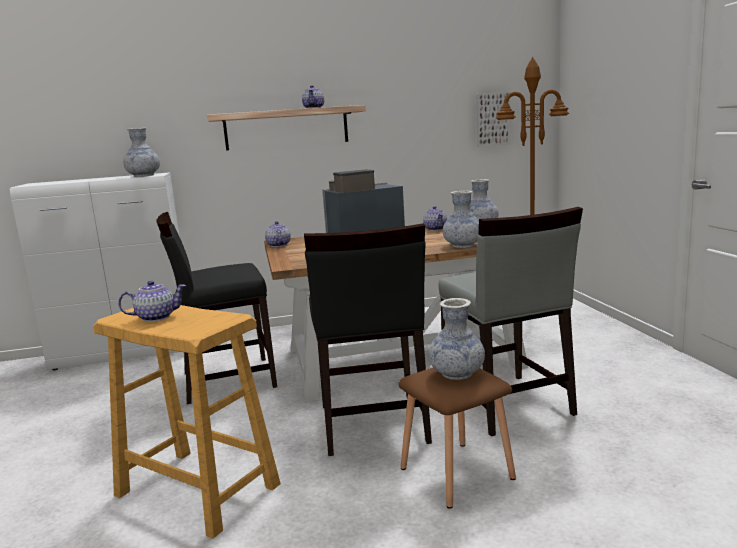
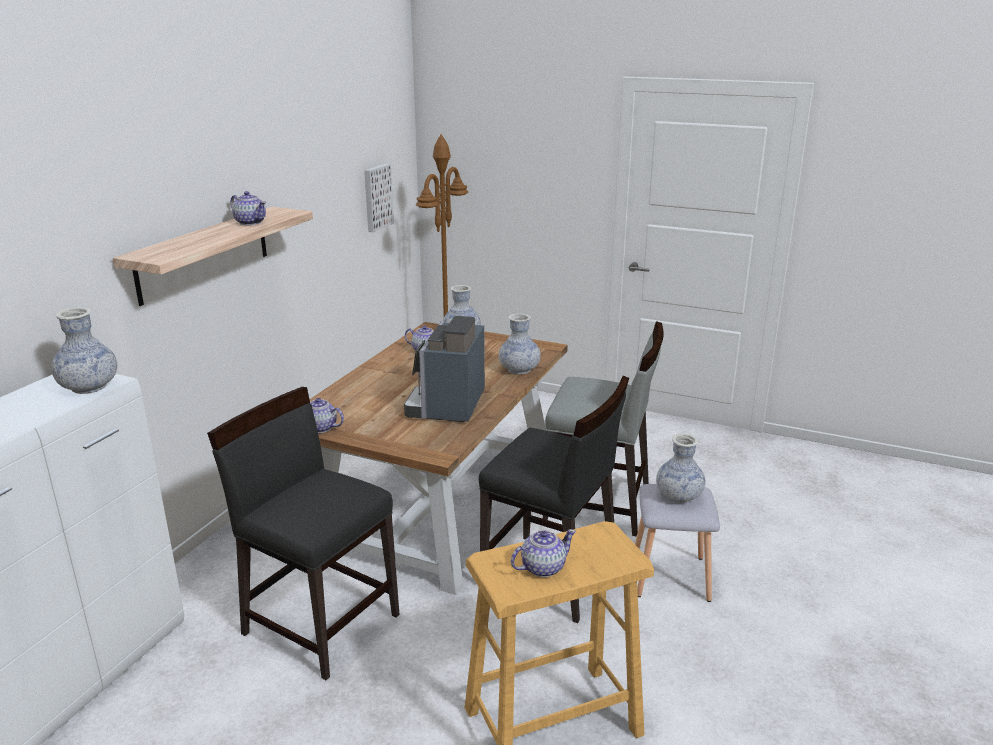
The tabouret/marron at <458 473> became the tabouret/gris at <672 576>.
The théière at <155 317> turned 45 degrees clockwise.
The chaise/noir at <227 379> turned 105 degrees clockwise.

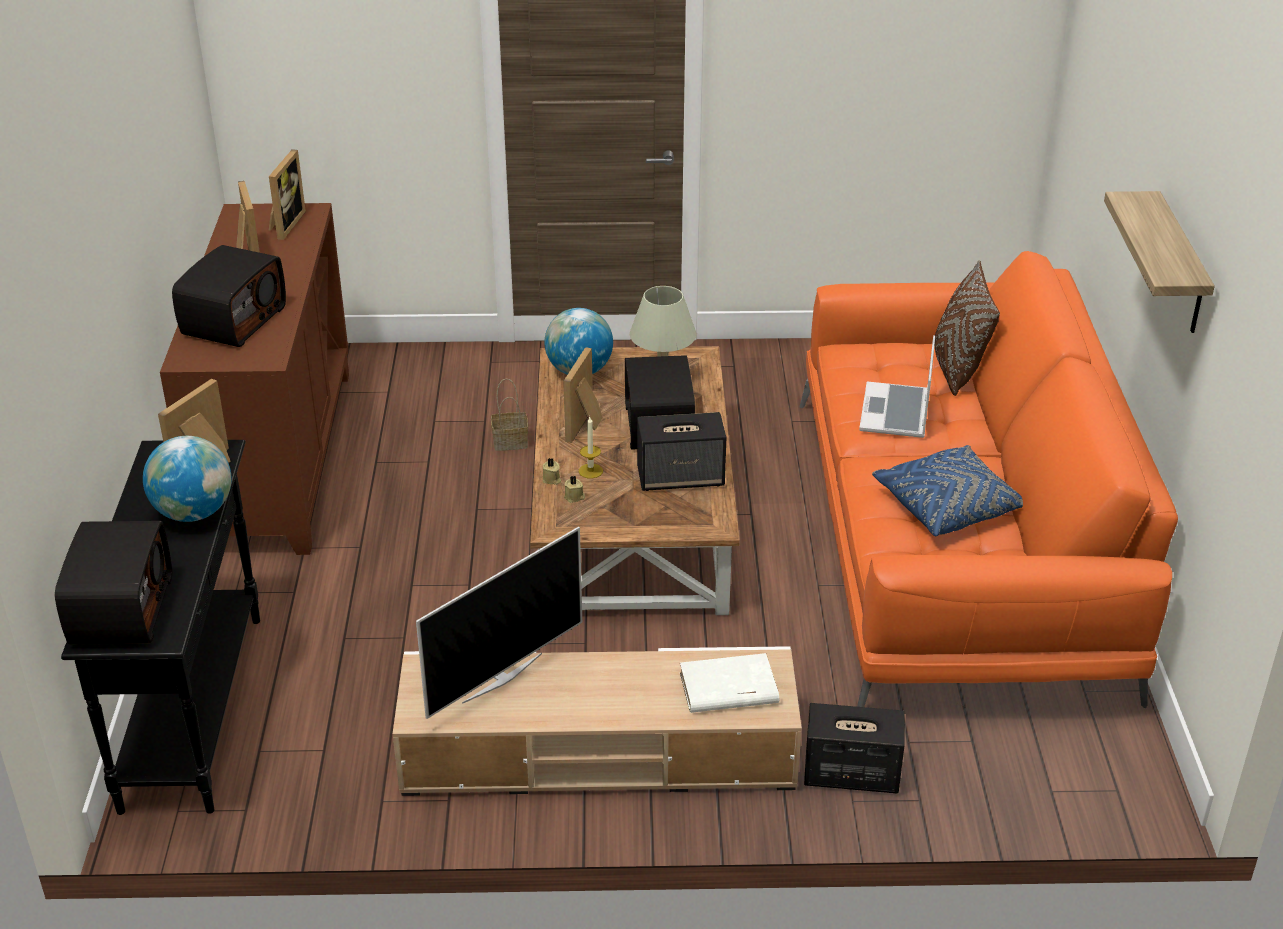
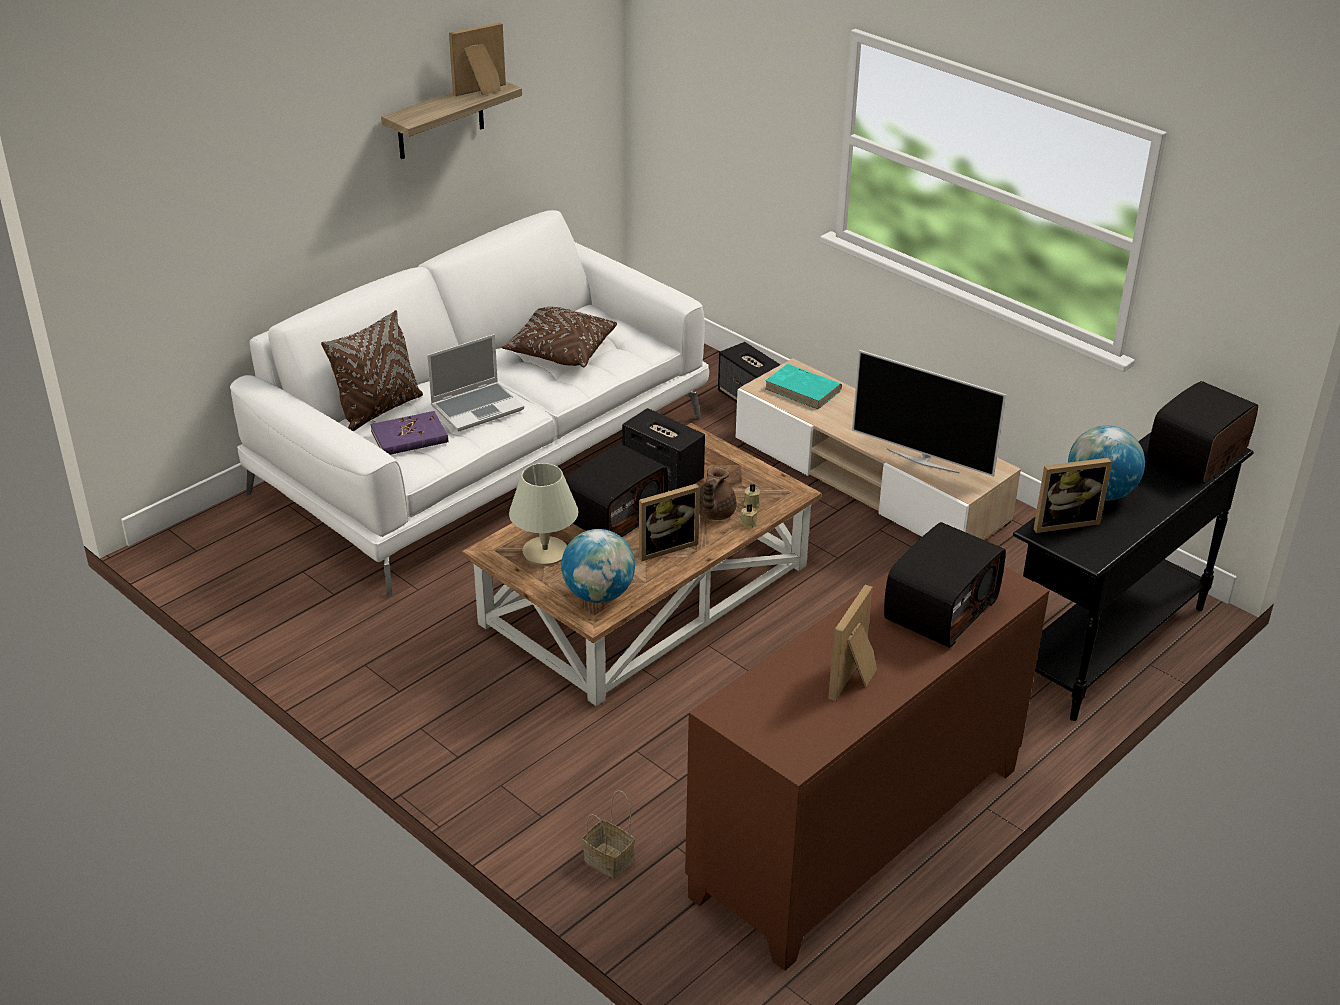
The livre/violet at <409 437> appeared.
The cadre photo moved from <284 224> to <482 91>.
The panier moved from <509 443> to <610 860>.
The bougie at <590 471> was replaced by the théière/marron at <713 513>.
The livre/blanc at <727 689> became the livre/turquoise at <803 390>.
The canapé/orange at <955 543> became the canapé/blanc at <486 454>.
The coussin/bleu at <948 506> became the coussin/marron at <560 351>.
The radio at <233 320> turned 150 degrees clockwise.
The téléviseur at <501 677> turned 150 degrees counterclockwise.

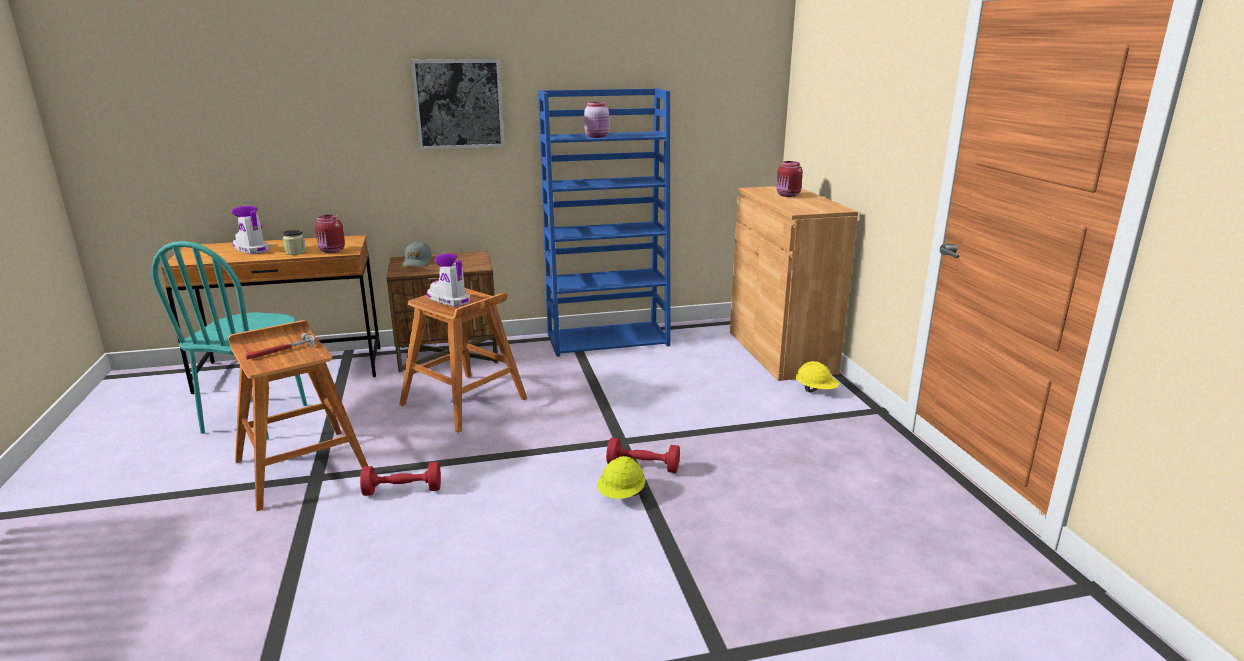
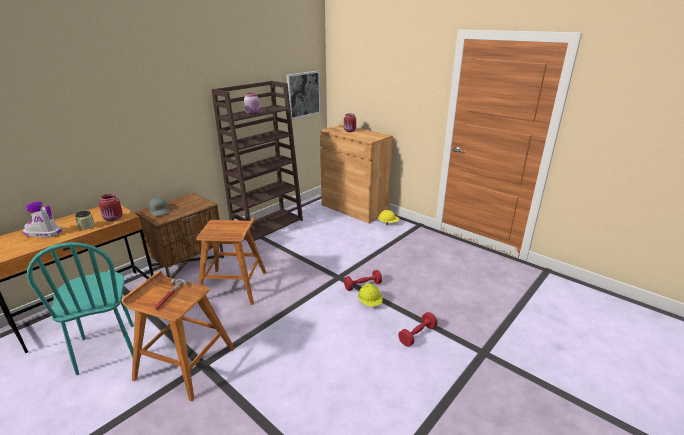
The botte at <448 300> disappeared.
The haltère/rouge moved from <402 490> to <417 335>.
The tableau moved from <459 104> to <303 94>.
The bibliothèque/bleu at <608 339> became the bibliothèque/marron at <268 225>.

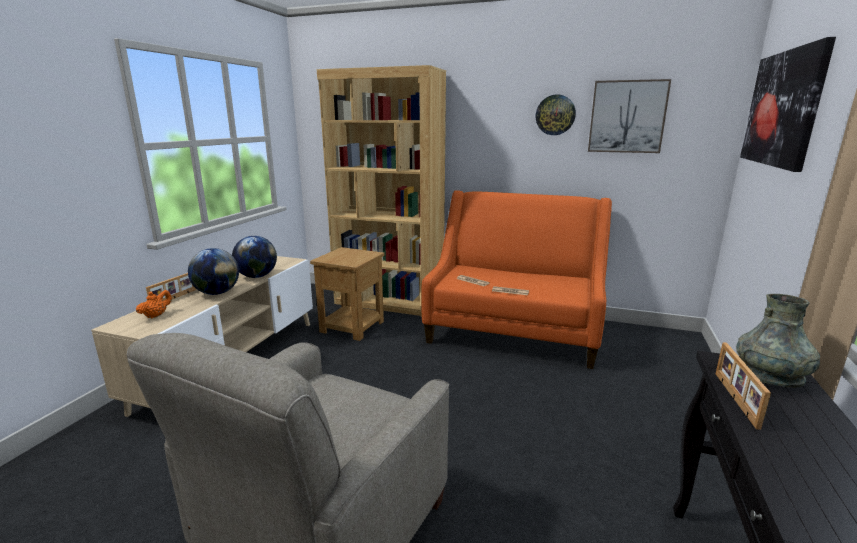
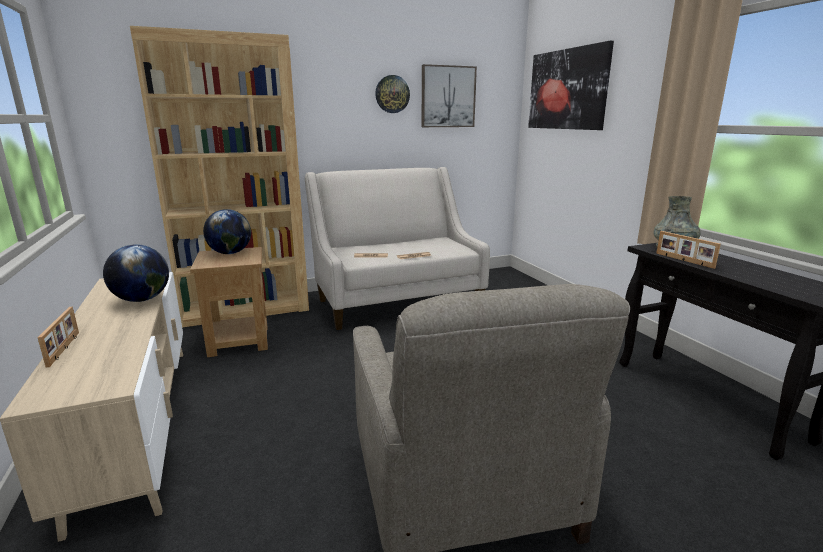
The théière/orange at <156 315> disappeared.
The globe moved from <217 293> to <230 253>.
The canapé/orange at <513 332> became the canapé/beige at <396 300>.

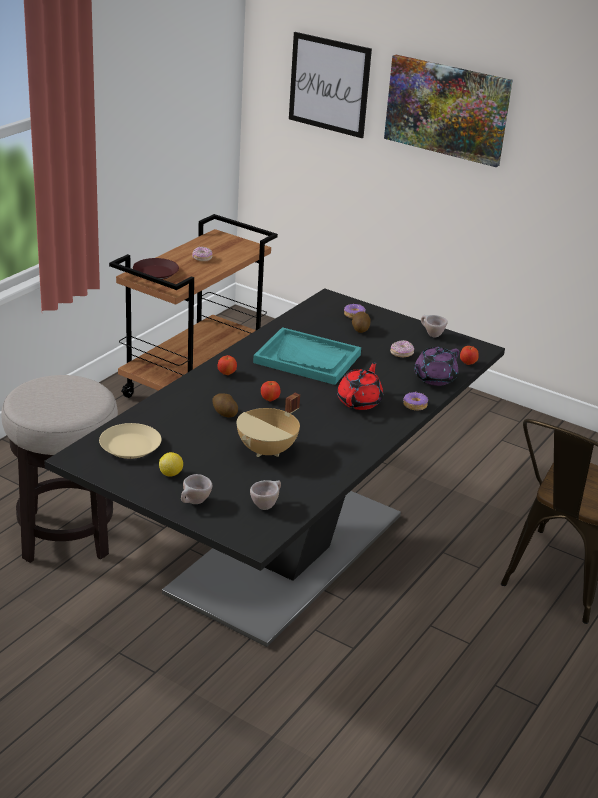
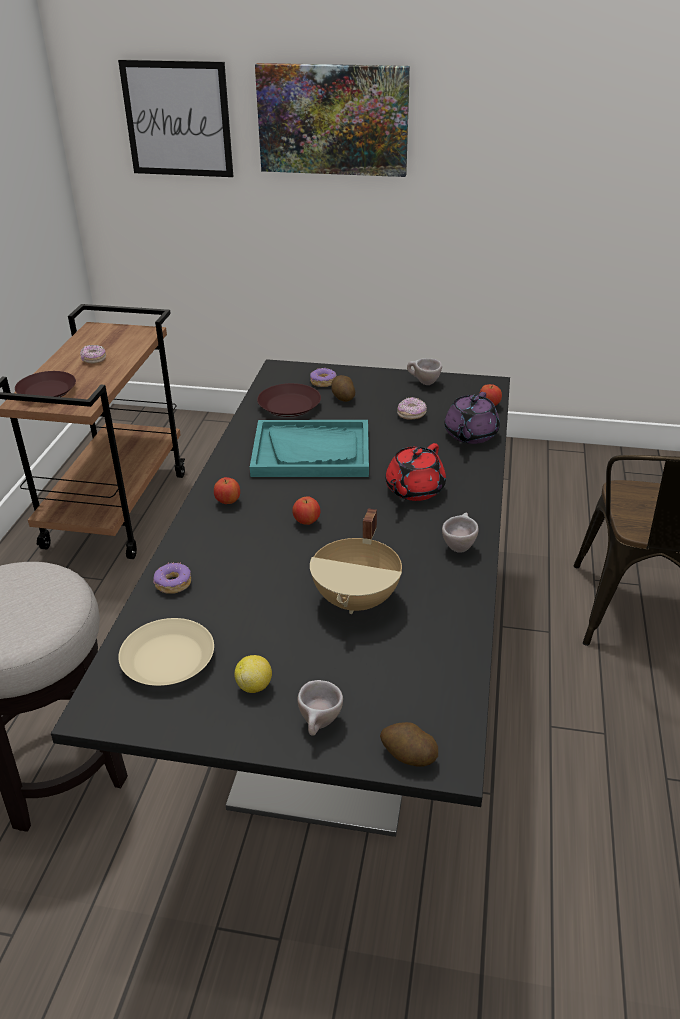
The assiette/marron at <288 406> appeared.
The pomme de terre moved from <224 413> to <408 755>.
The tasse/beige moved from <266 505> to <459 545>.
The beignet moved from <414 405> to <173 583>.
The théière/rouge at <360 401> turned 150 degrees counterclockwise.

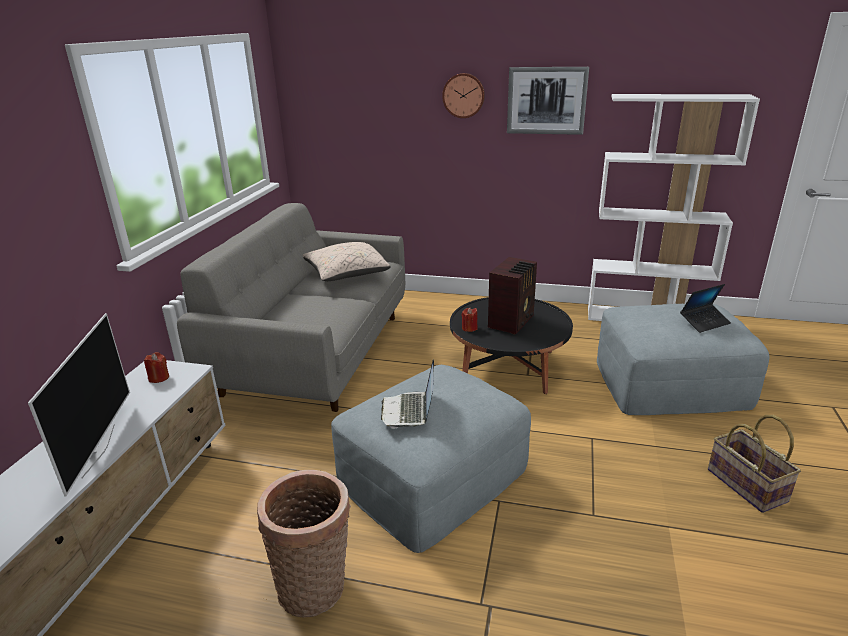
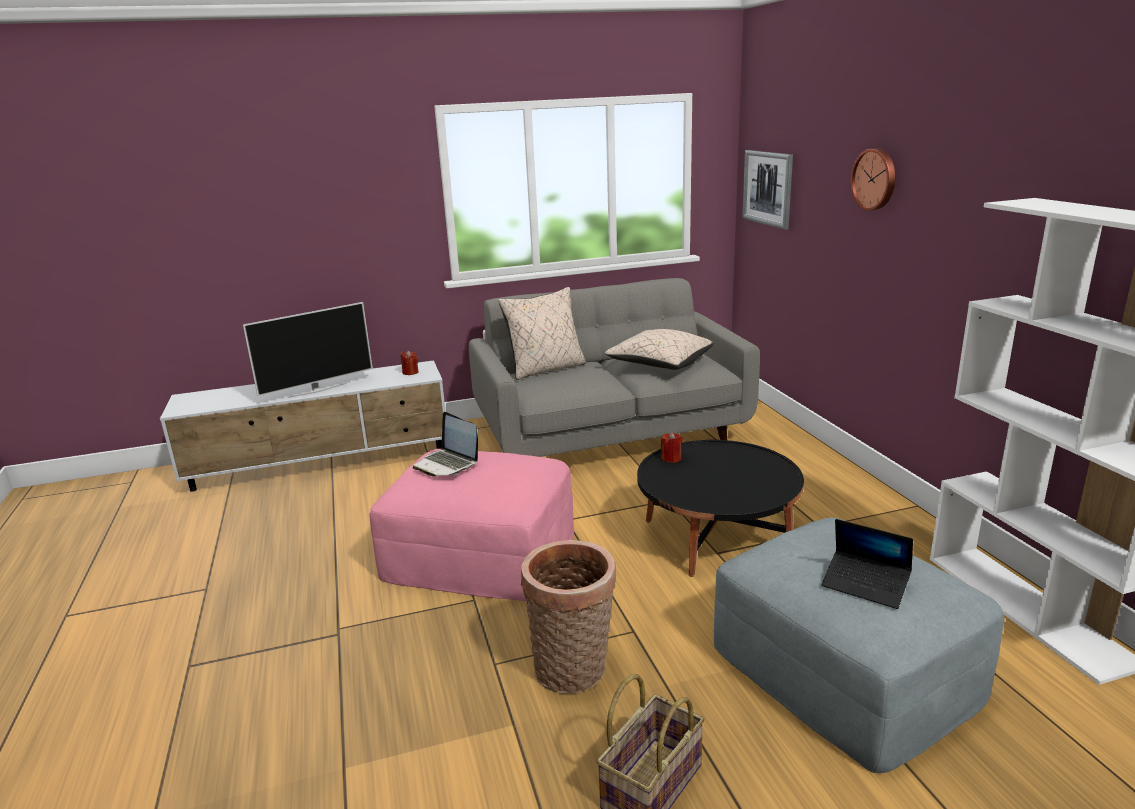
The radio at <512 321> disappeared.
The coussin/beige at <546 369> appeared.
The panier moved from <316 587> to <573 672>.
The tableau moved from <546 100> to <767 188>.
The pouf/gris at <432 476> became the pouf/rose at <481 554>.
The ordinateur portable at <409 411> turned 105 degrees counterclockwise.

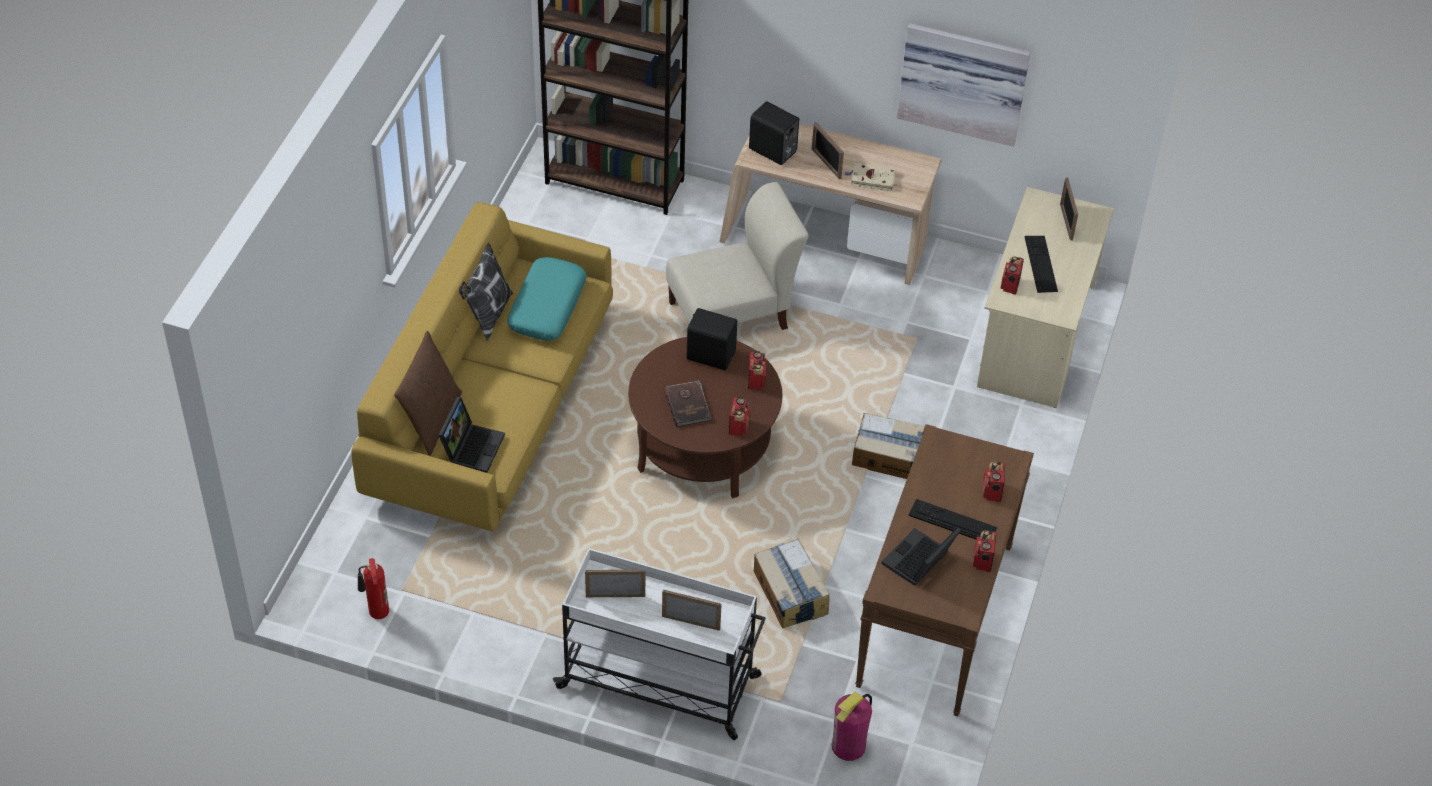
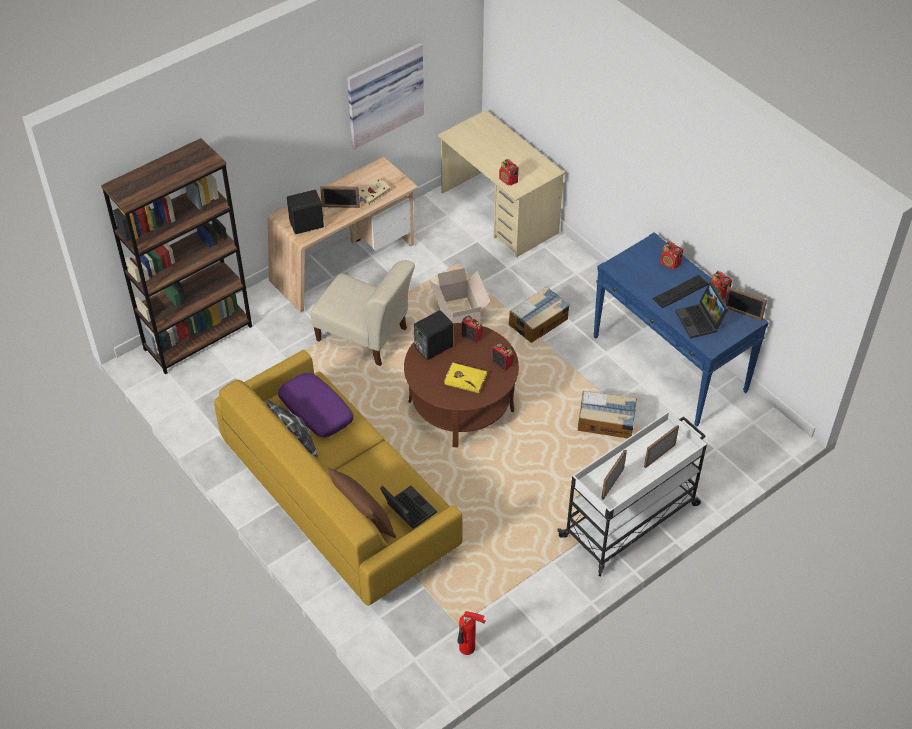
The extincteur at <848 746> disappeared.
The clavier at <1041 264> disappeared.
The carton at <459 315> appeared.
The cadre photo moved from <1066 222> to <742 313>.
The coussin/turquoise at <547 306> became the coussin/violet at <315 411>.
The livre/marron at <688 405> became the livre/jaune at <465 378>.
The table console/marron at <935 616> became the table console/bleu at <670 364>.
The chaise/beige at <733 314> turned 105 degrees clockwise.

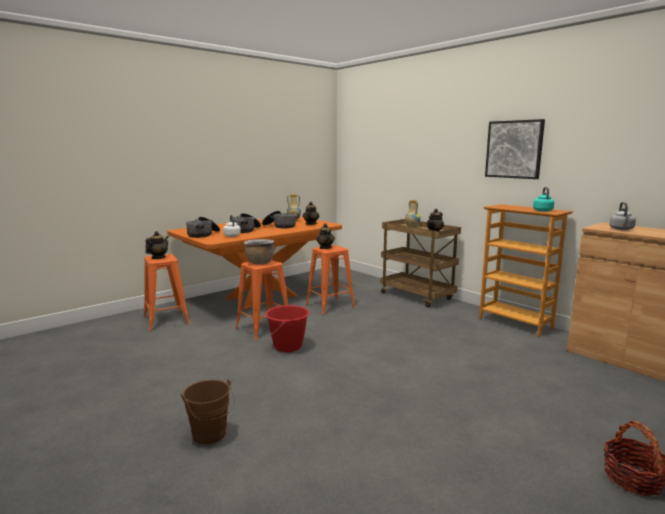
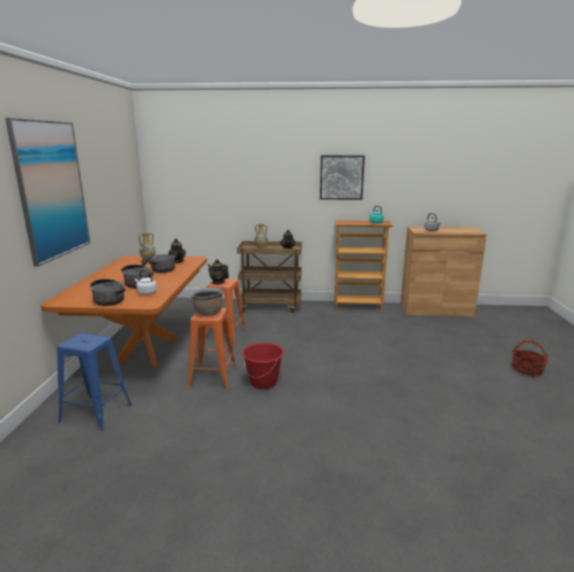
The théière at <158 258> disappeared.
The seau/marron at <211 436> disappeared.
The tableau at <52 190> appeared.
The tabouret/orange at <166 320> became the tabouret/bleu at <96 413>.

